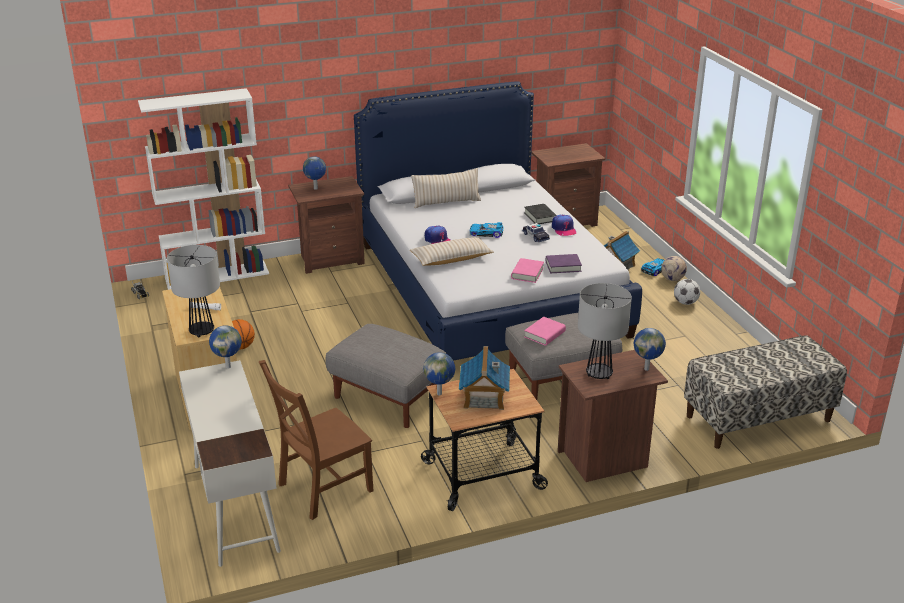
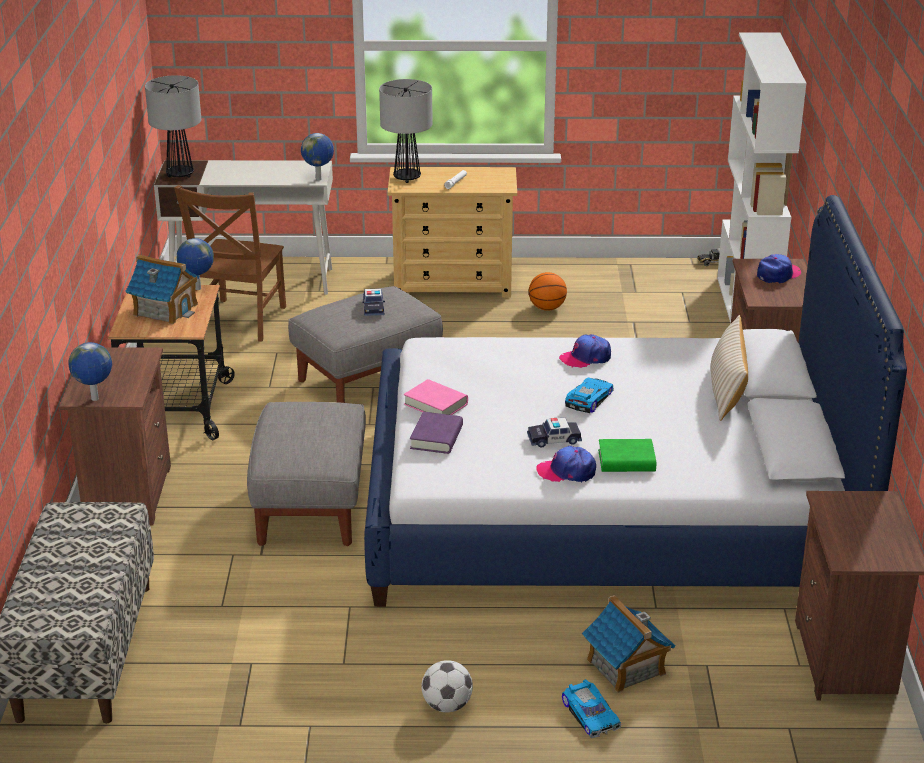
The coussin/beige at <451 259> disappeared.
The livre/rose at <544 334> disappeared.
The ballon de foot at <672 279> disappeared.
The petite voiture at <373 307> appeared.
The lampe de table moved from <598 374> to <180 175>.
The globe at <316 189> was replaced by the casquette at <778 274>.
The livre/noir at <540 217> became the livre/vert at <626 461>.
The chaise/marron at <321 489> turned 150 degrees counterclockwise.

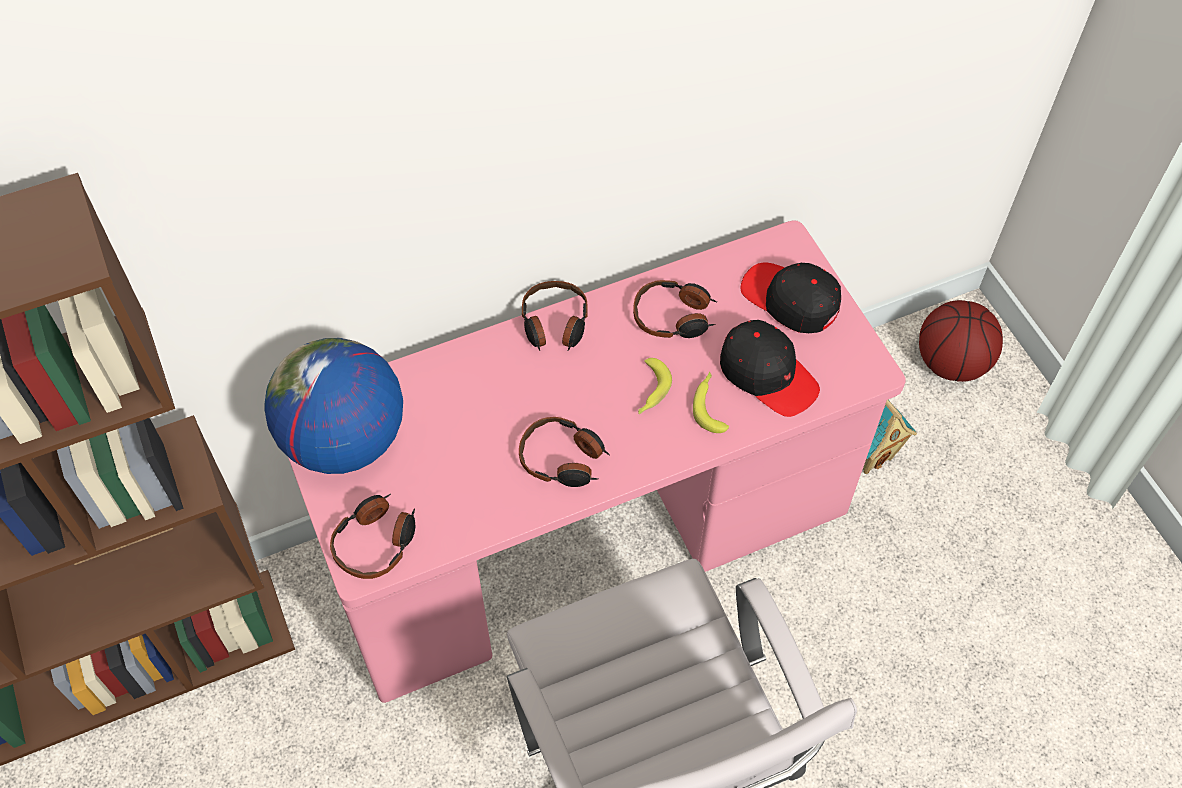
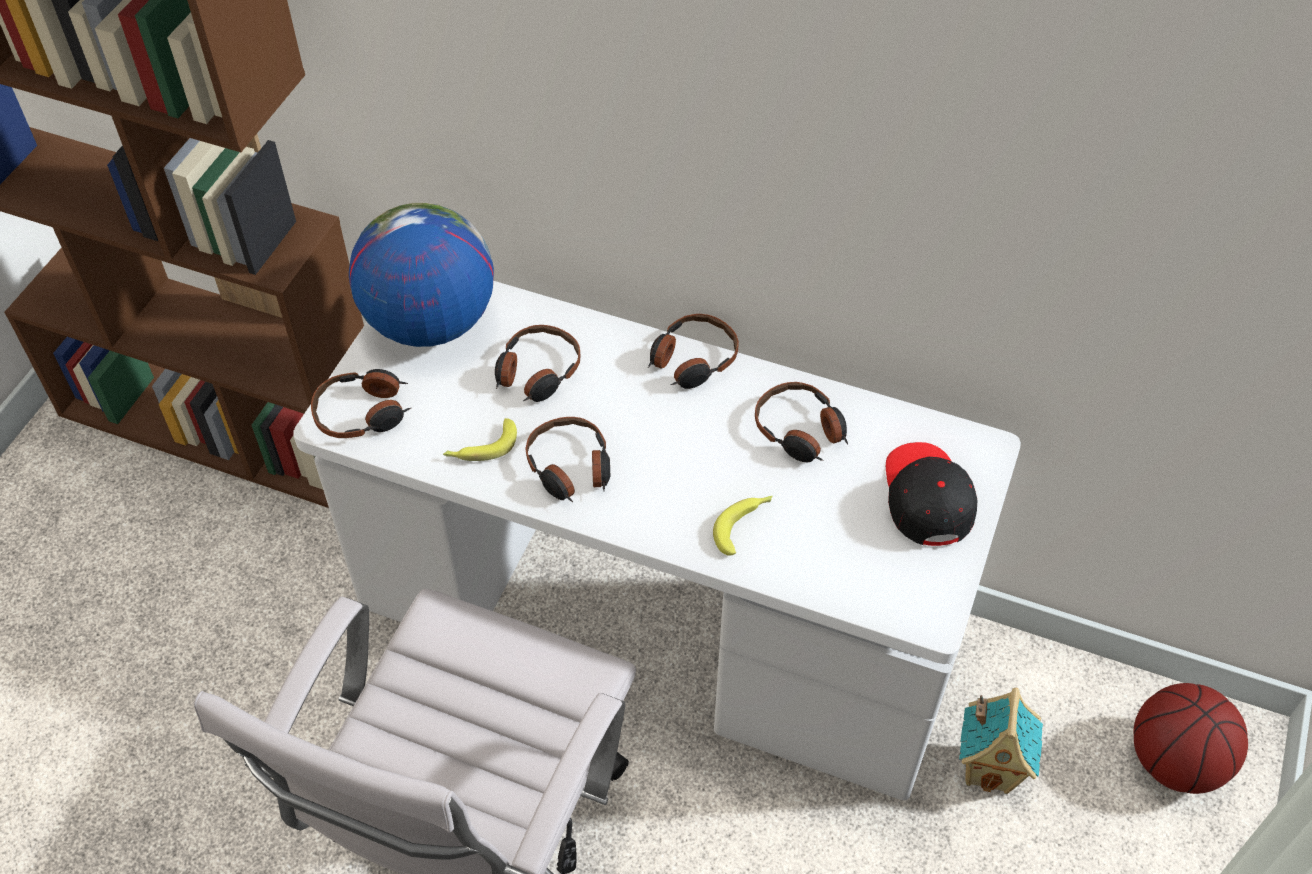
The casquette/noir at <768 374> disappeared.
The casque audio at <537 373> appeared.
The banane moved from <650 391> to <481 448>.
The bureau/rose at <590 536> became the bureau/blanc at <656 622>.

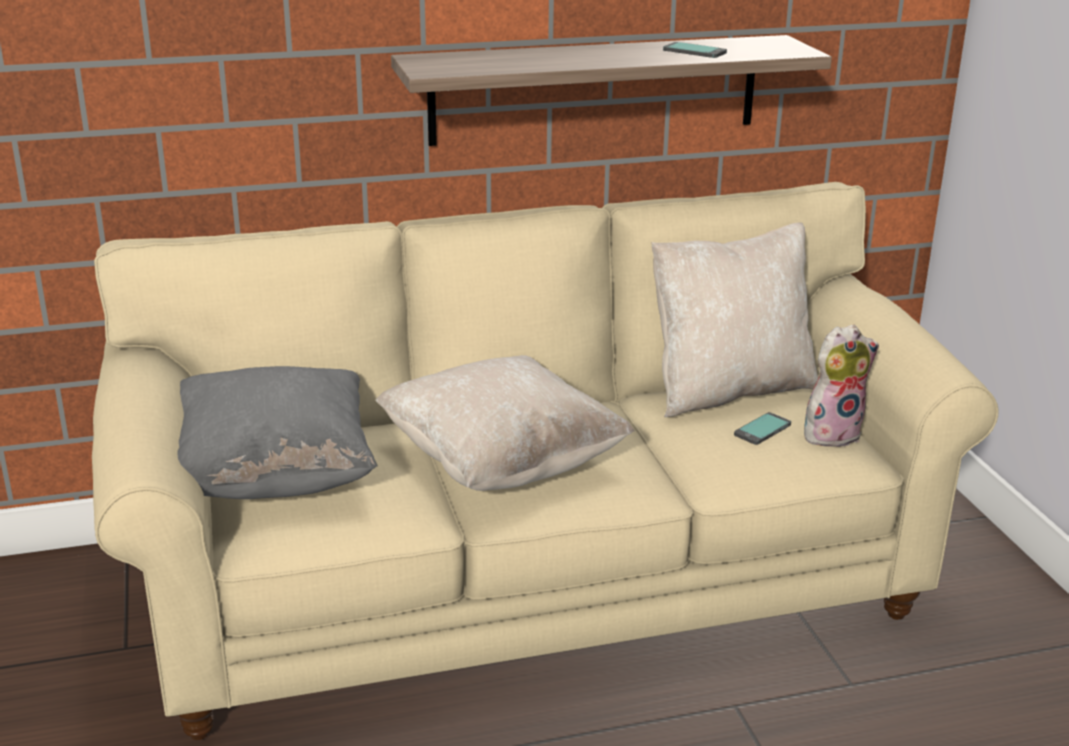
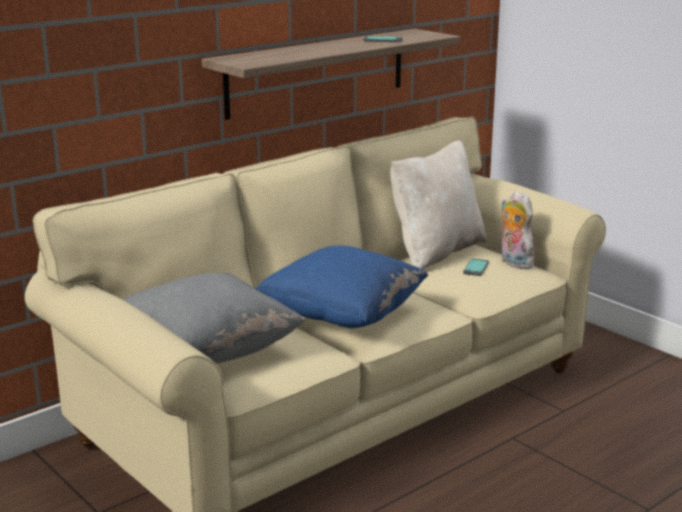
The coussin/beige at <501 465> became the coussin/bleu at <343 317>.
The peluche at <832 433> turned 75 degrees counterclockwise.

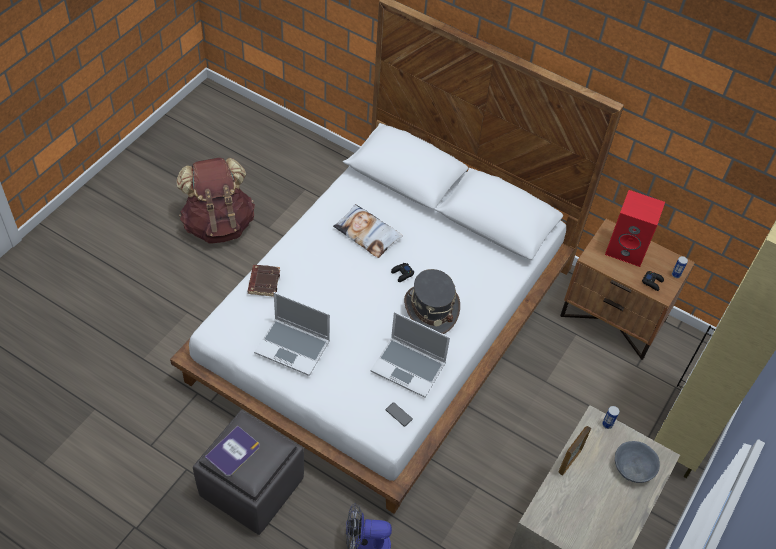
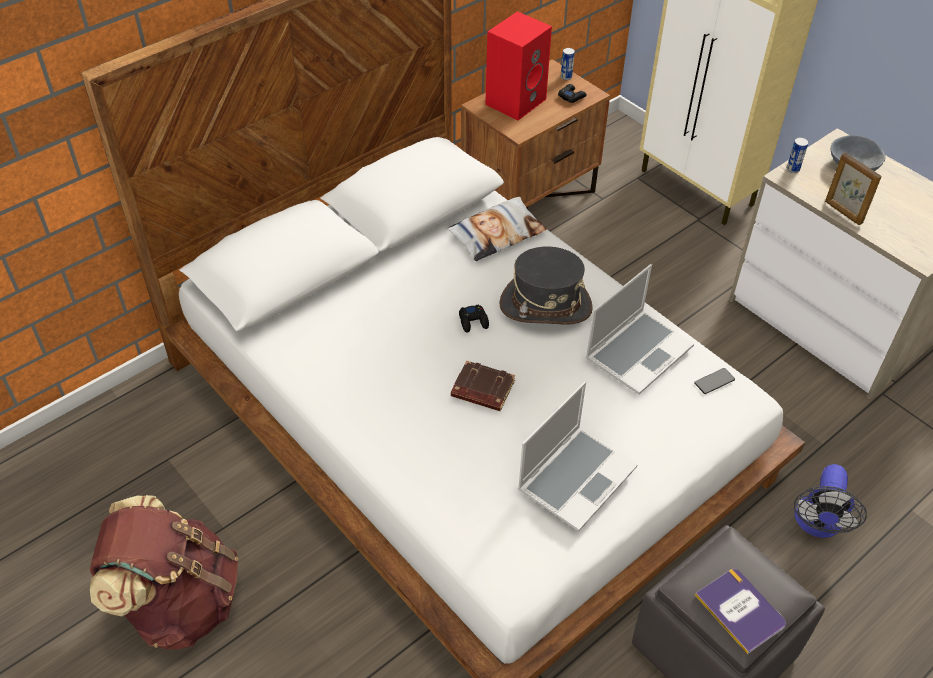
The livre/marron moved from <263 282> to <482 390>.
The coussin moved from <367 234> to <496 234>.

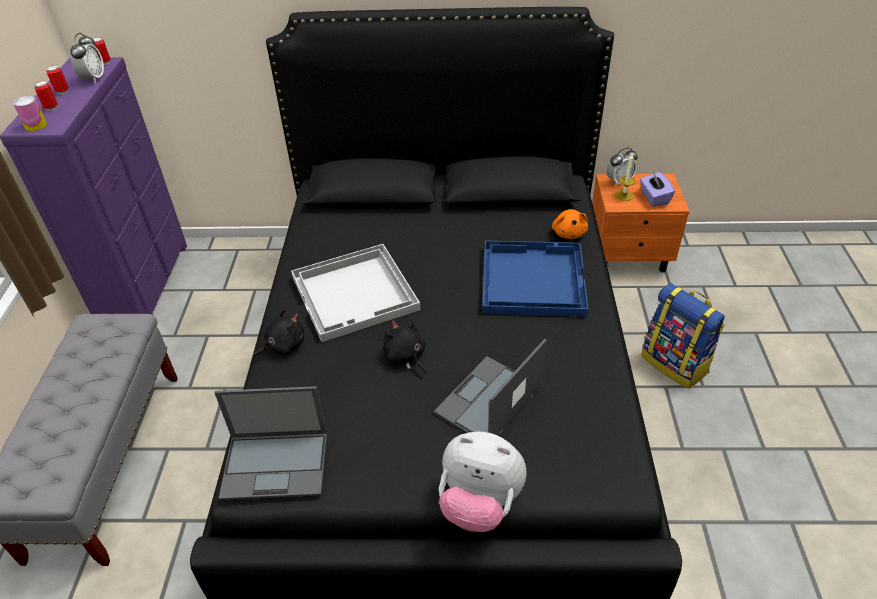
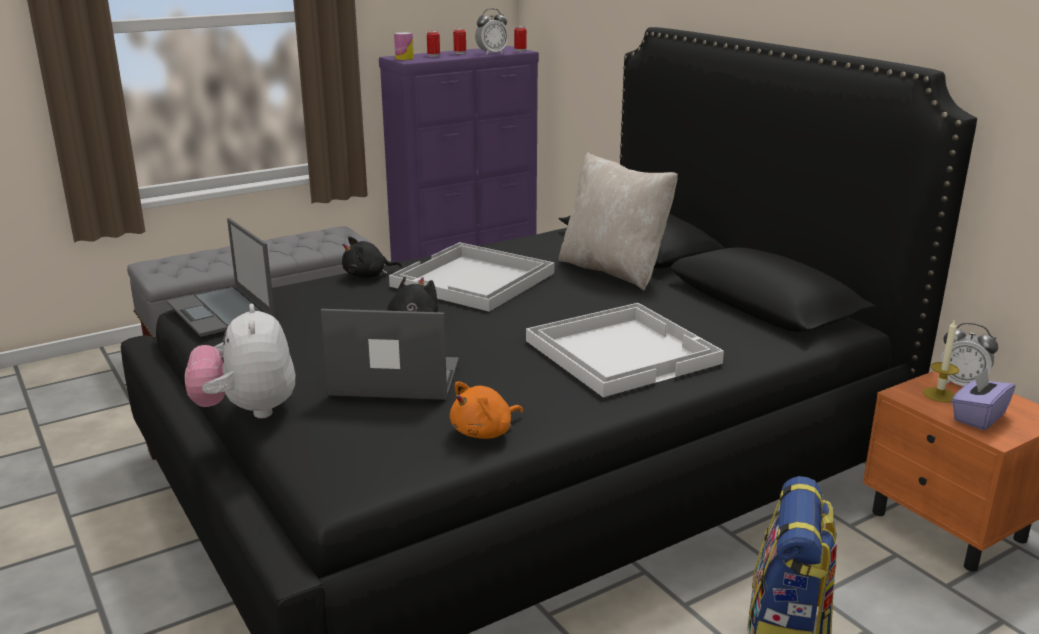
The coussin/beige at <614 270> appeared.
The peluche/orange moved from <569 233> to <485 432>.
The plateau/bleu at <531 279> became the plateau/blanc at <622 351>.
The peluche/noir at <283 346> turned 135 degrees clockwise.

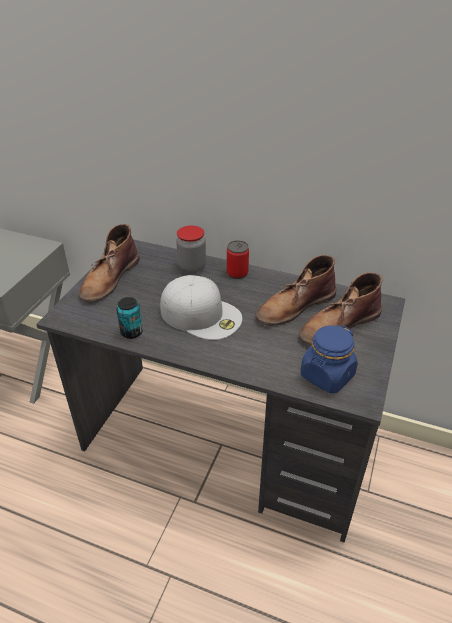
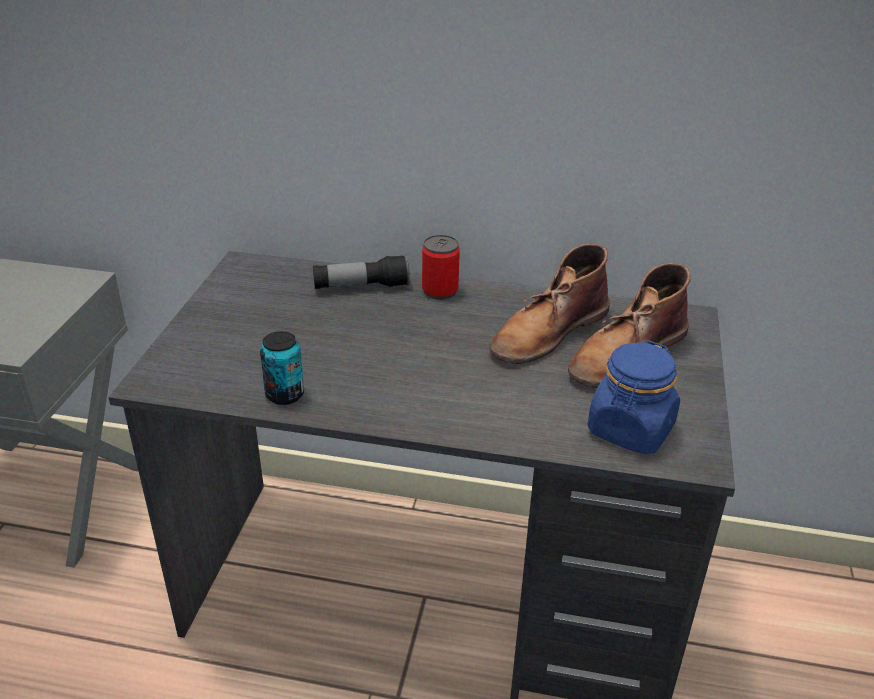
The botte/marron at <109 278> disappeared.
The casquette/blanc at <201 314> disappeared.
The bocal at <192 266> was replaced by the lampe de poche at <361 286>.

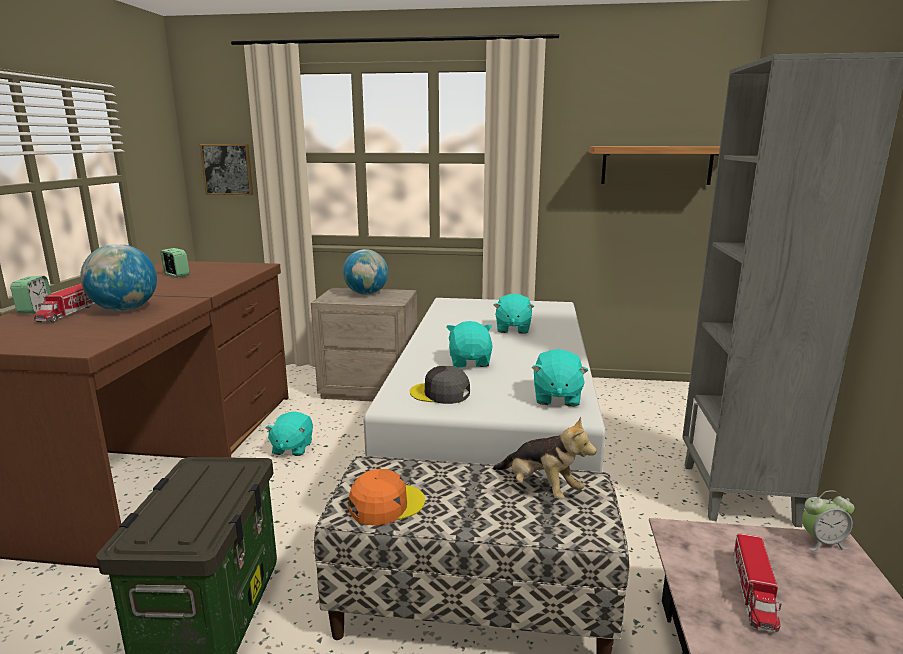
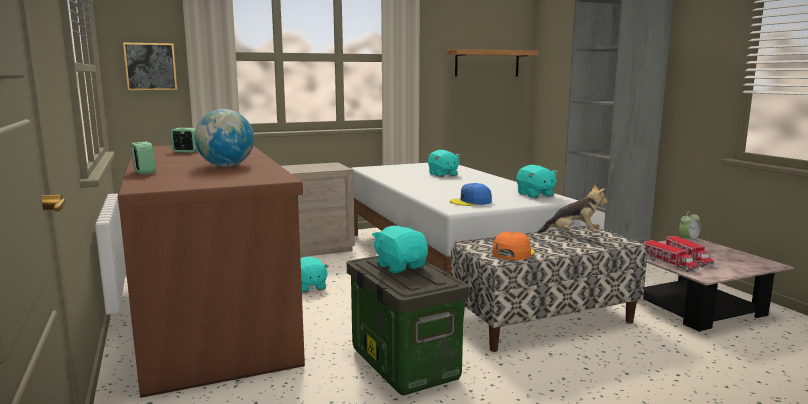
The globe at <366 293> disappeared.
The camion jouet moved from <69 312> to <669 263>.
The peluche/turquoise moved from <470 362> to <400 266>.
The casquette/gris at <440 393> became the casquette/bleu at <471 202>.

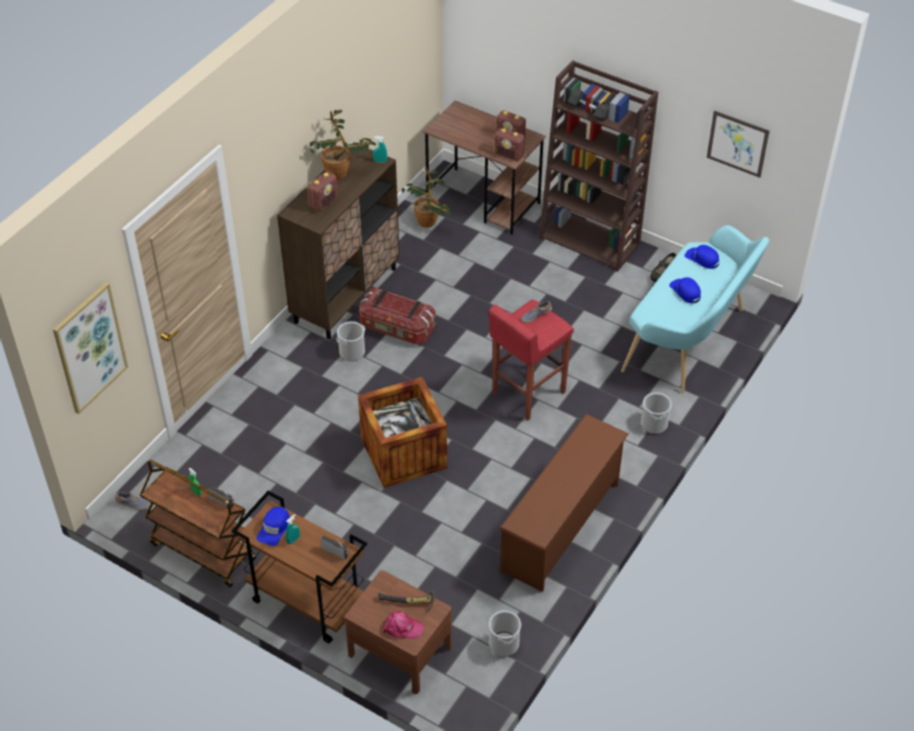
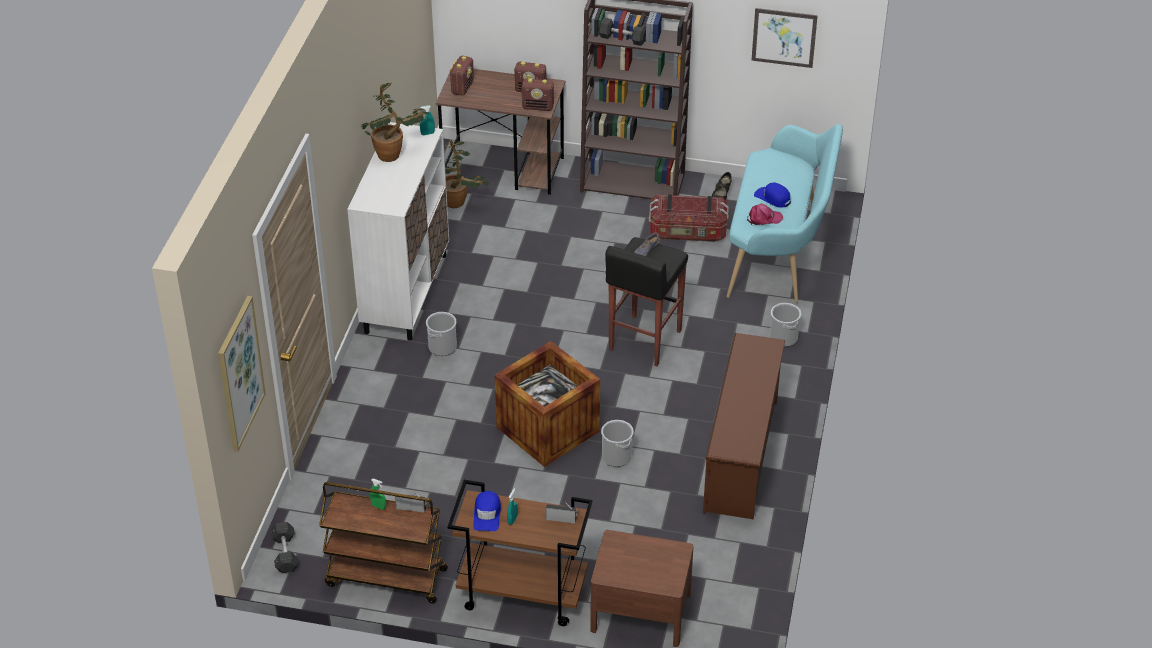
The marteau at <408 603> disappeared.
The casquette/bleu at <702 259> disappeared.
The radio moved from <323 203> to <462 88>.
The boîte de rangement moved from <397 328> to <688 232>.
The casquette/rose moved from <402 628> to <763 218>.
The seau moved from <504 644> to <616 456>.
The chaussure at <133 504> was replaced by the haltère/gris at <285 554>.
The meuble de rangement/marron at <346 295> became the meuble de rangement/blanc at <406 293>.
The tabouret/rouge at <527 393> became the tabouret/noir at <643 340>.

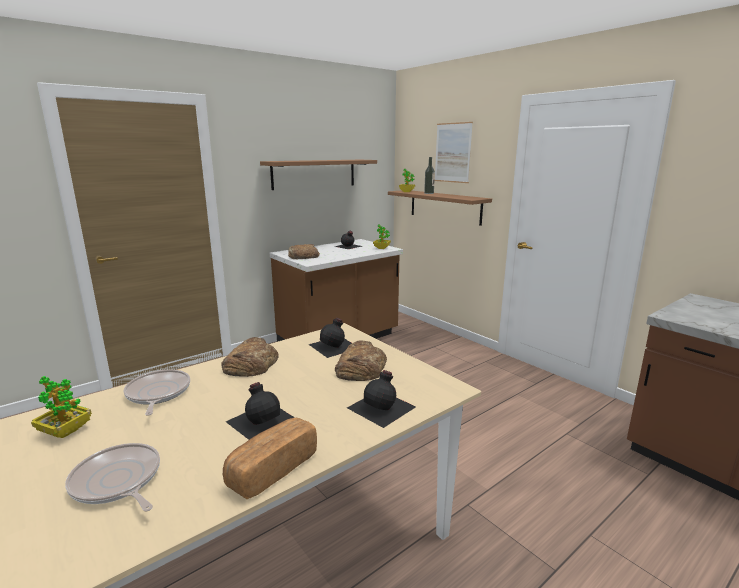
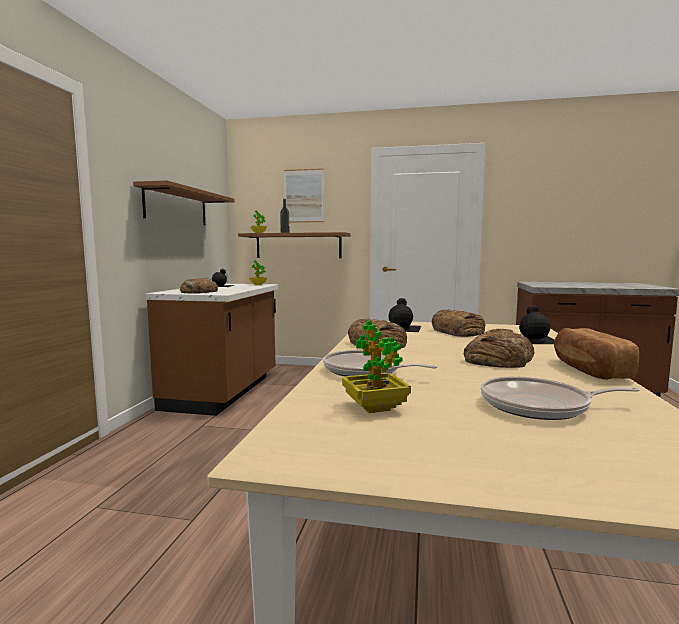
The bouteille/noir at <262 420> was replaced by the pain at <497 359>.

